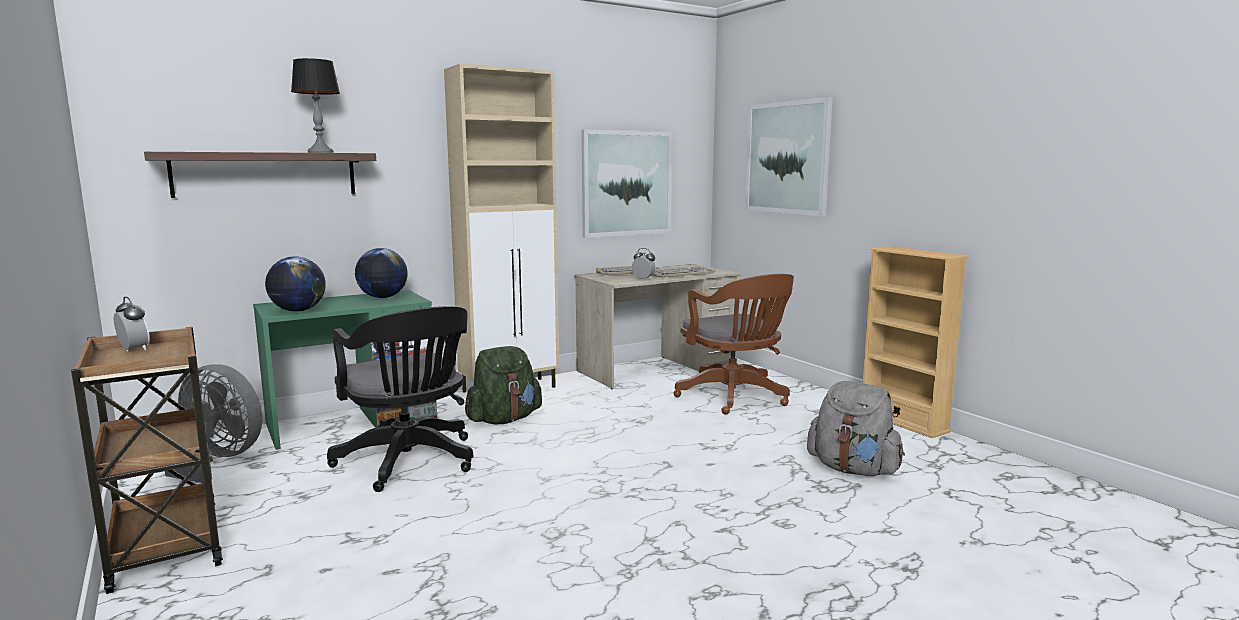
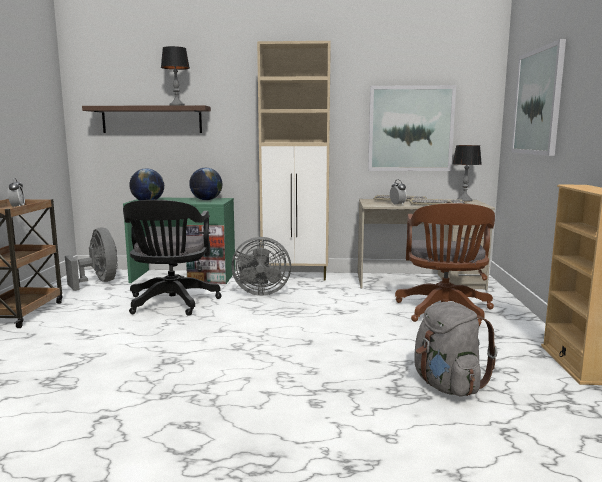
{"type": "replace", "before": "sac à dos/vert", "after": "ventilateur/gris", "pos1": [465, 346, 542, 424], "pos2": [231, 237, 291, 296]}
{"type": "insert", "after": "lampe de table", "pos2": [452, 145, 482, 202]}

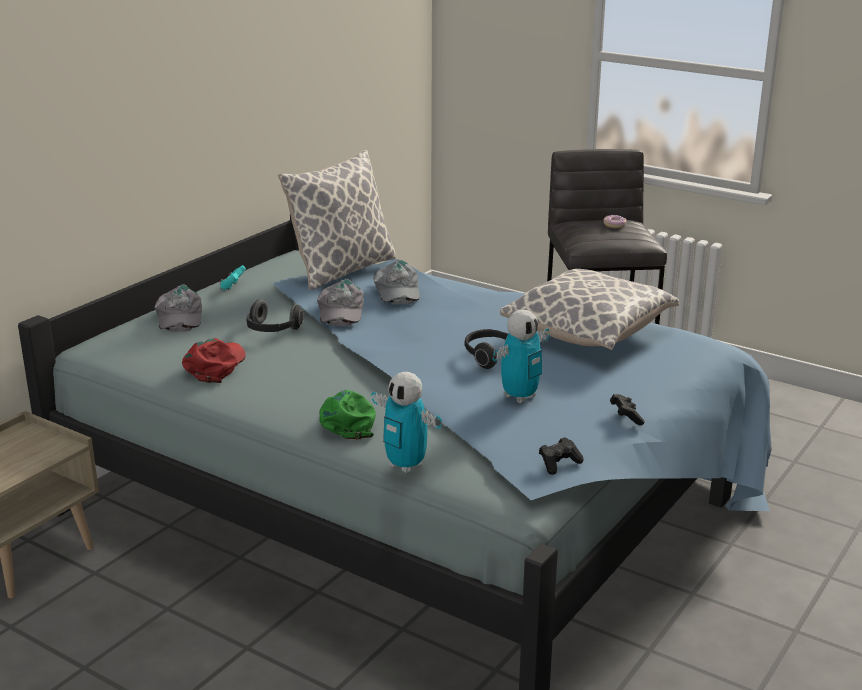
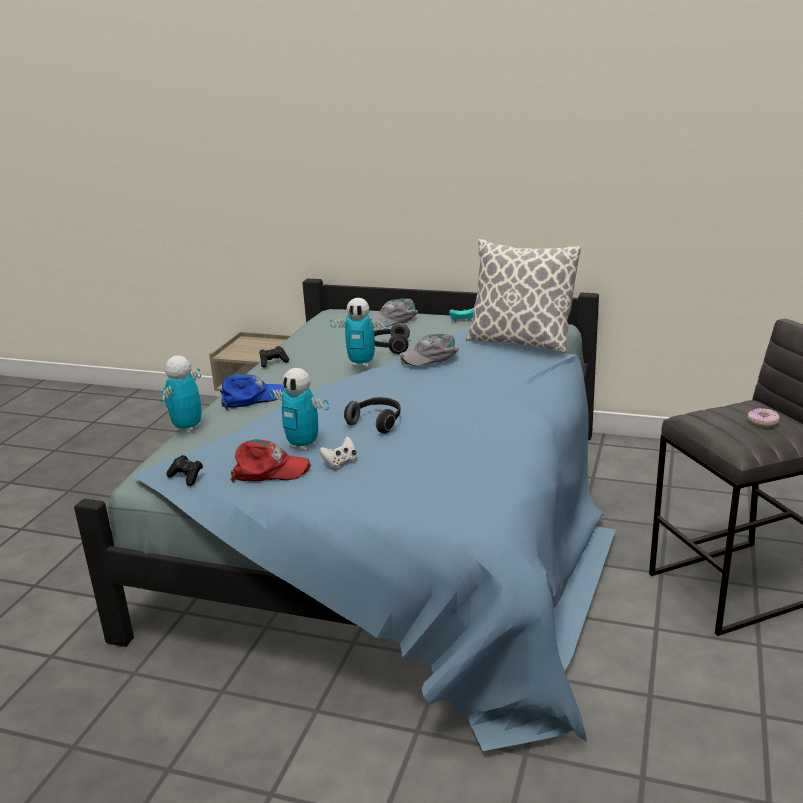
{"type": "move", "before": "casquette/rouge", "pos1": [182, 338, 245, 383], "pos2": [231, 439, 311, 483]}
{"type": "recolor", "before": "casquette/vert", "after": "casquette/bleu", "pos1": [319, 390, 376, 440], "pos2": [220, 373, 284, 410]}
{"type": "delete", "before": "casquette/gris", "pos1": [373, 260, 420, 304]}
{"type": "delete", "before": "coussin", "pos1": [500, 269, 679, 350]}
{"type": "move", "before": "manette/noir", "pos1": [610, 394, 645, 425], "pos2": [259, 346, 289, 367]}
{"type": "insert", "after": "manette/blanc", "pos2": [319, 436, 357, 469]}
{"type": "insert", "after": "robot jouet", "pos2": [330, 298, 389, 367]}

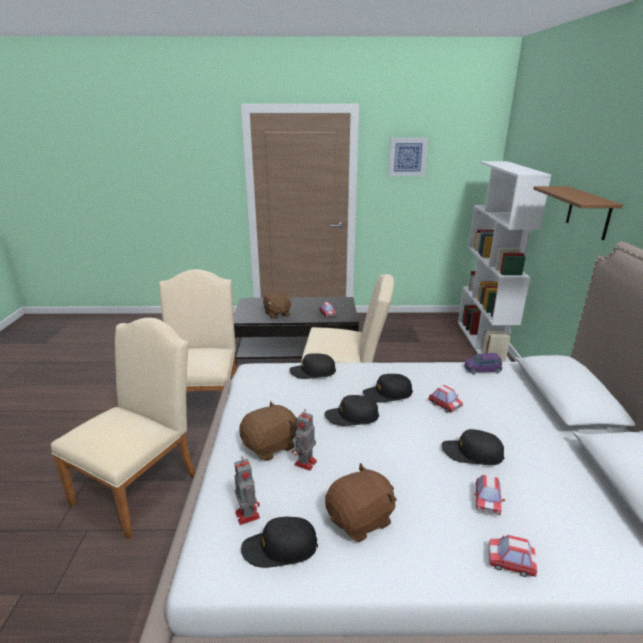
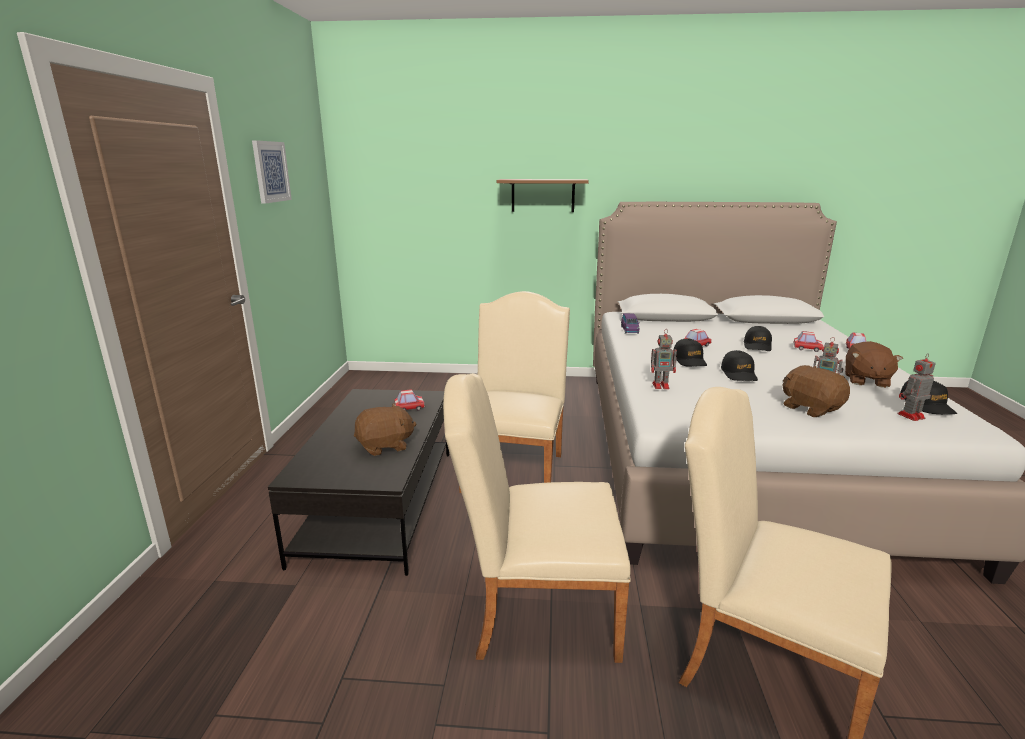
{"type": "replace", "before": "casquette/noir", "after": "robot jouet", "pos1": [289, 353, 336, 379], "pos2": [651, 329, 677, 389]}
{"type": "rotate", "before": "peluche/marron", "pos1": [325, 463, 397, 542], "pos2": [845, 341, 903, 388], "turn": -135}
{"type": "delete", "before": "bibliothèque/blanc", "pos1": [458, 161, 551, 362]}

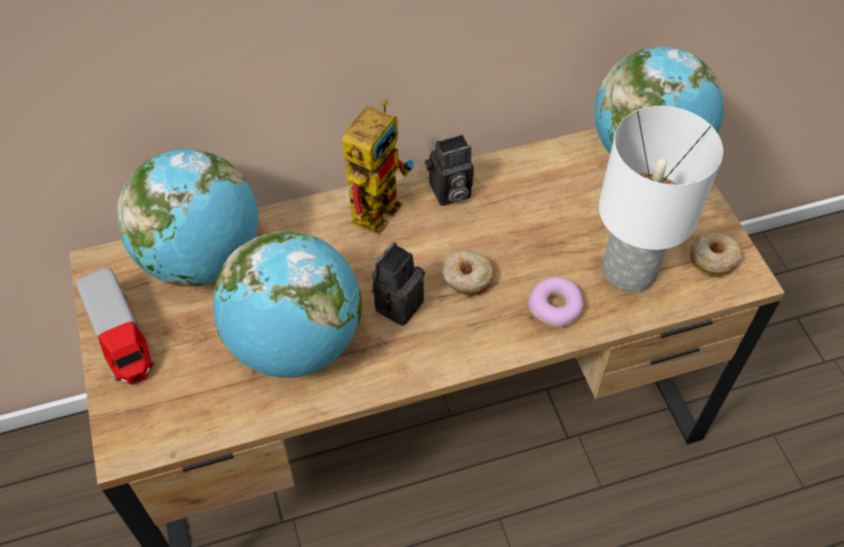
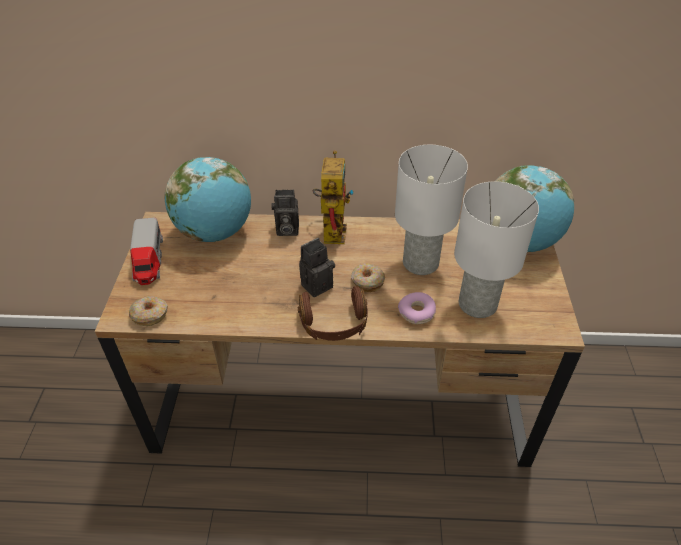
{"type": "delete", "before": "globe", "pos1": [213, 231, 362, 378]}
{"type": "rotate", "before": "robot jouet", "pos1": [342, 99, 414, 235], "pos2": [313, 150, 353, 244], "turn": -45}
{"type": "move", "before": "appareil photo", "pos1": [425, 135, 474, 206], "pos2": [271, 189, 299, 236]}
{"type": "move", "before": "beignet", "pos1": [690, 233, 742, 276], "pos2": [129, 296, 167, 326]}
{"type": "insert", "after": "casque audio/marron", "pos2": [298, 286, 368, 341]}
{"type": "insert", "after": "lampe de table/blanc", "pos2": [395, 145, 468, 275]}

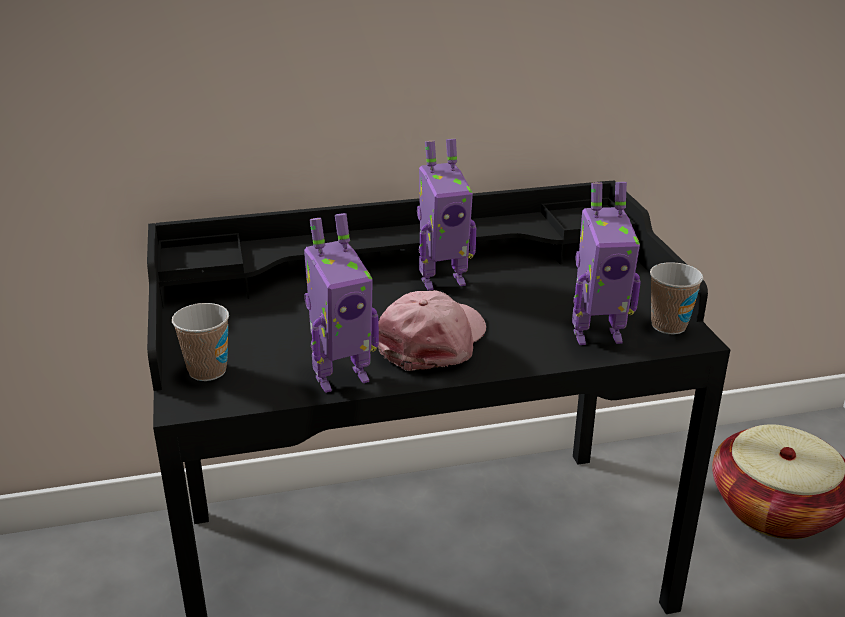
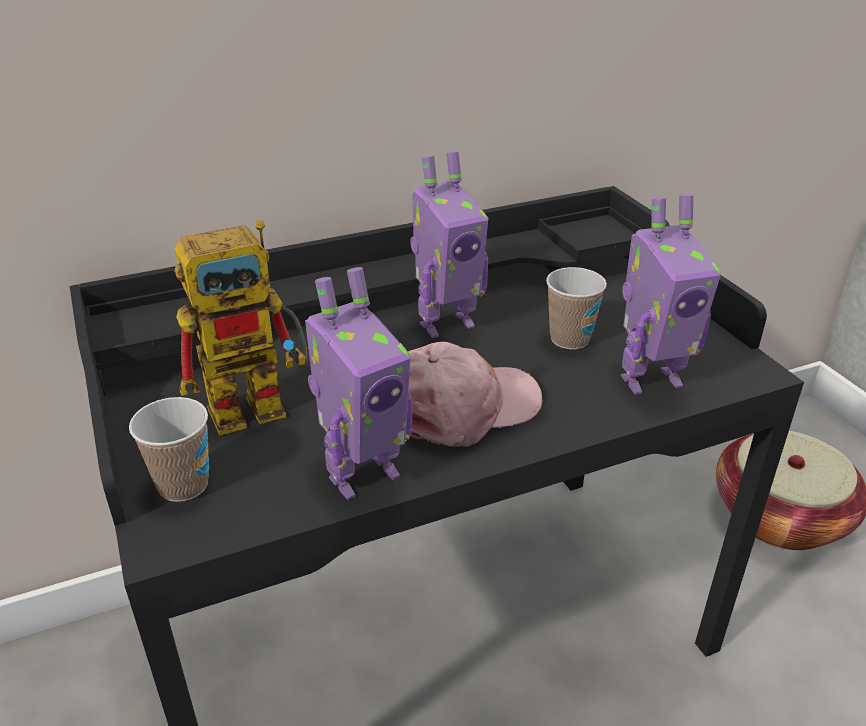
{"type": "rotate", "before": "casquette/rose", "pos1": [378, 290, 486, 371], "pos2": [408, 342, 542, 447], "turn": 45}
{"type": "move", "before": "tasse", "pos1": [650, 262, 703, 335], "pos2": [546, 267, 607, 350]}
{"type": "insert", "after": "robot jouet", "pos2": [174, 220, 308, 436]}

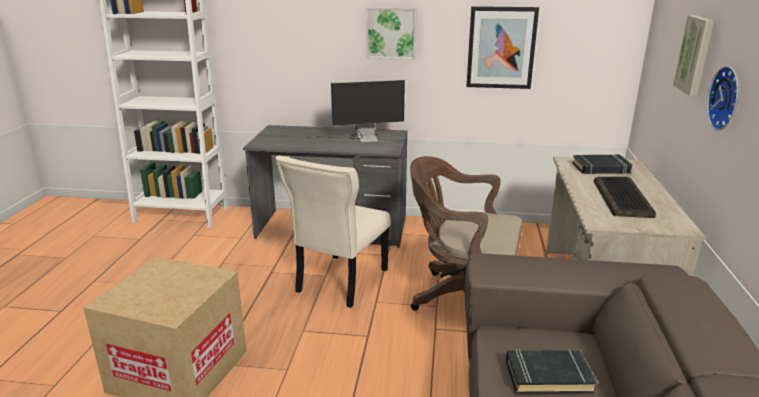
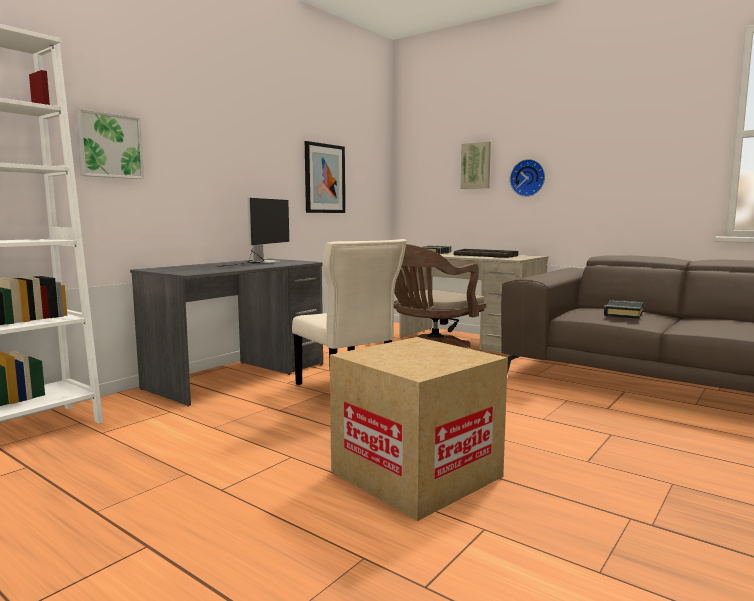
{"type": "move", "before": "tableau", "pos1": [366, 7, 416, 59], "pos2": [75, 109, 144, 179]}

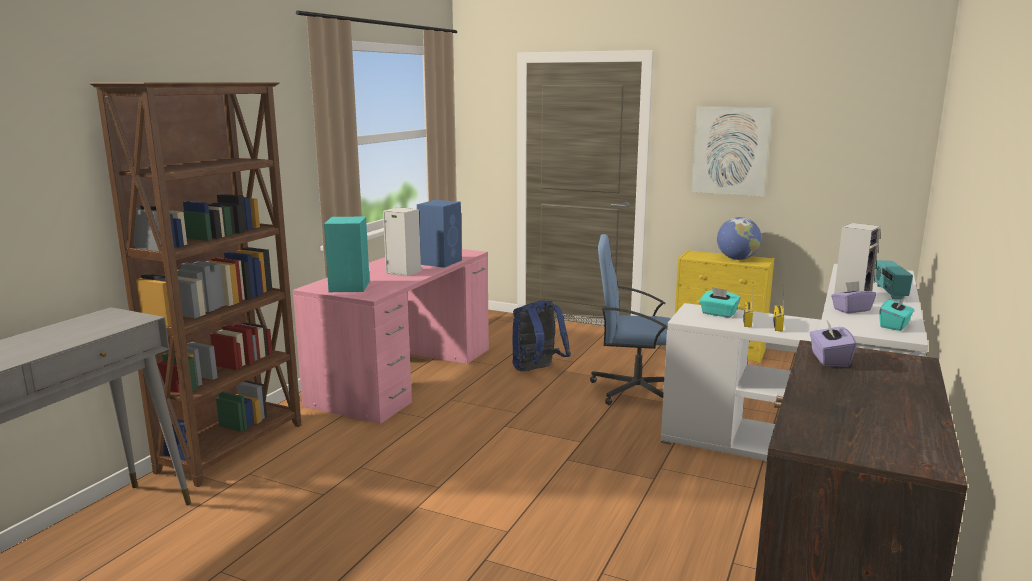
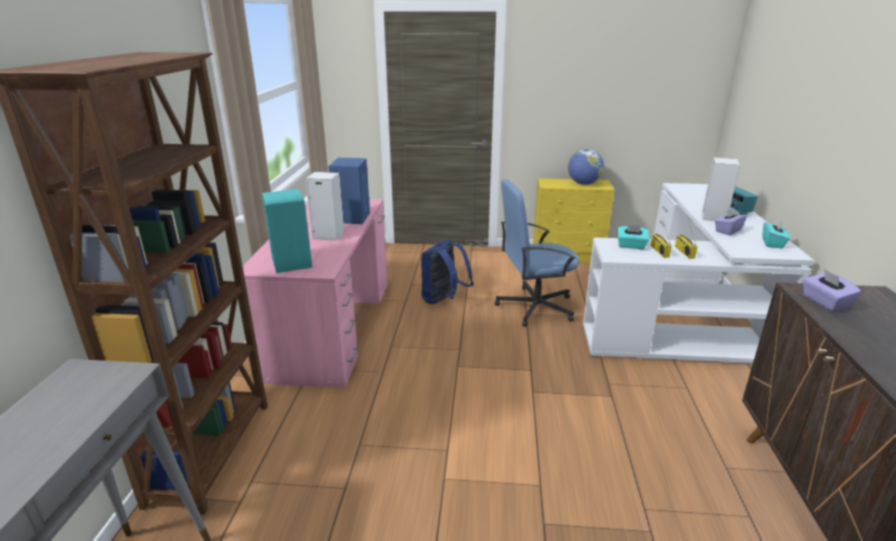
{"type": "delete", "before": "tableau", "pos1": [691, 107, 772, 196]}

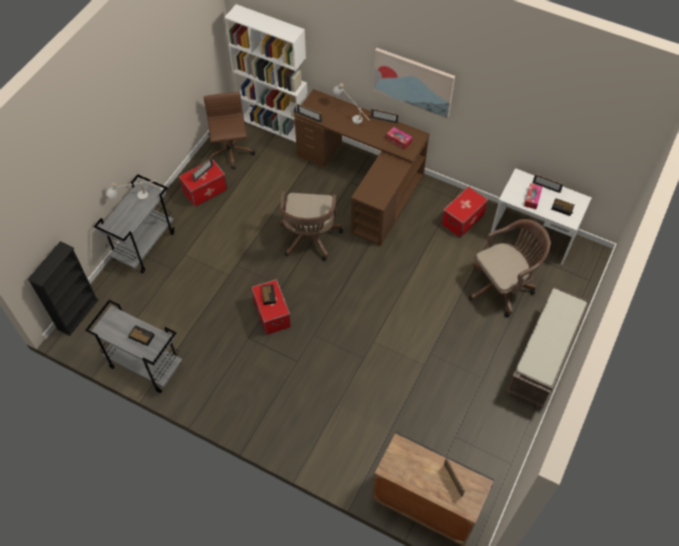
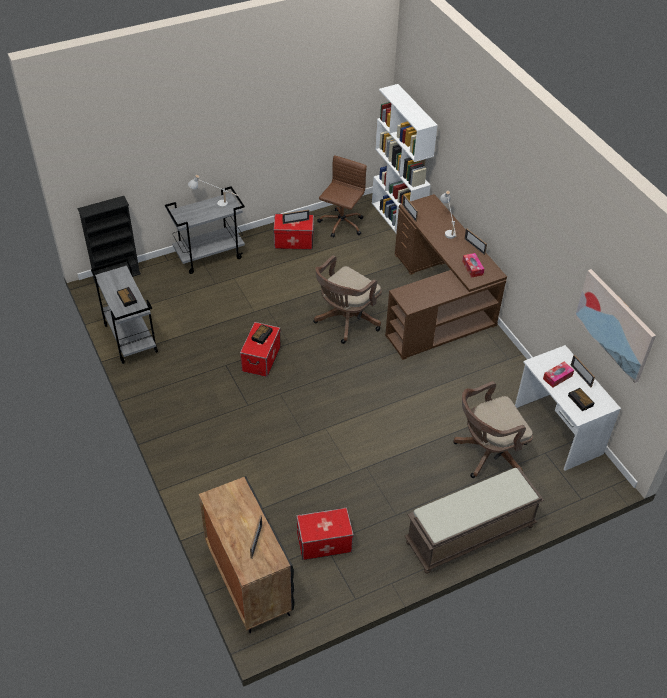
{"type": "move", "before": "tableau", "pos1": [373, 48, 455, 119], "pos2": [575, 269, 656, 383]}
{"type": "move", "before": "boîte de rangement", "pos1": [441, 186, 488, 238], "pos2": [296, 508, 354, 560]}
{"type": "rotate", "before": "chaise de bureau/marron", "pos1": [469, 219, 550, 317], "pos2": [453, 381, 533, 478], "turn": 150}

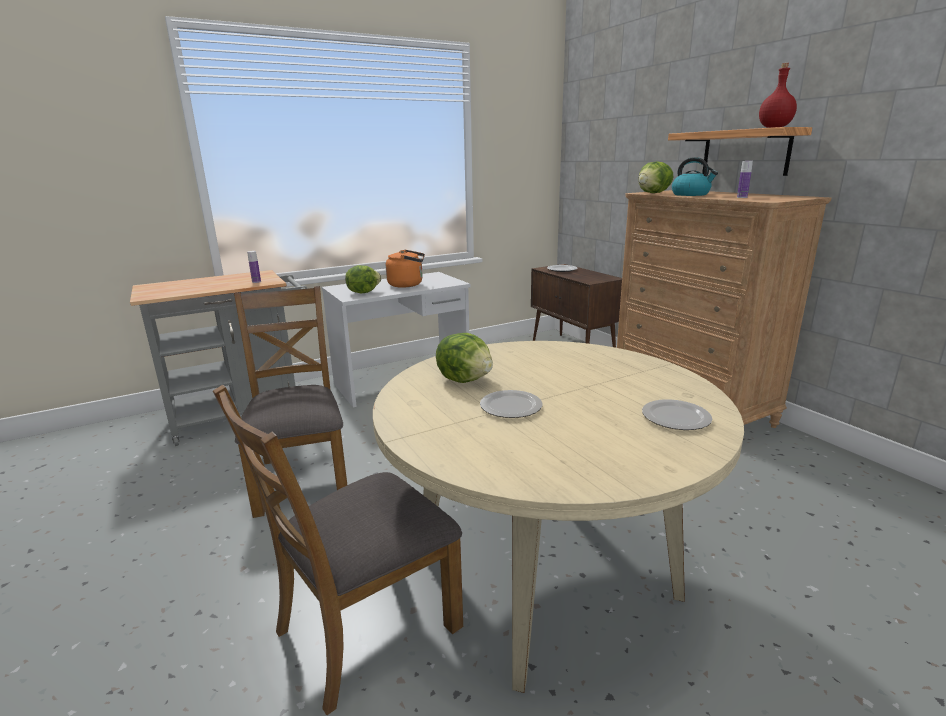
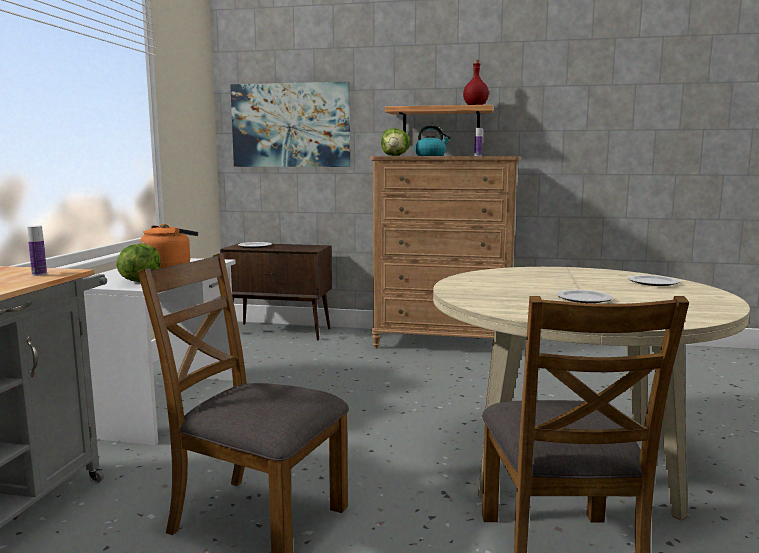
{"type": "delete", "before": "laitue", "pos1": [436, 333, 493, 383]}
{"type": "insert", "after": "tableau", "pos2": [230, 82, 350, 167]}

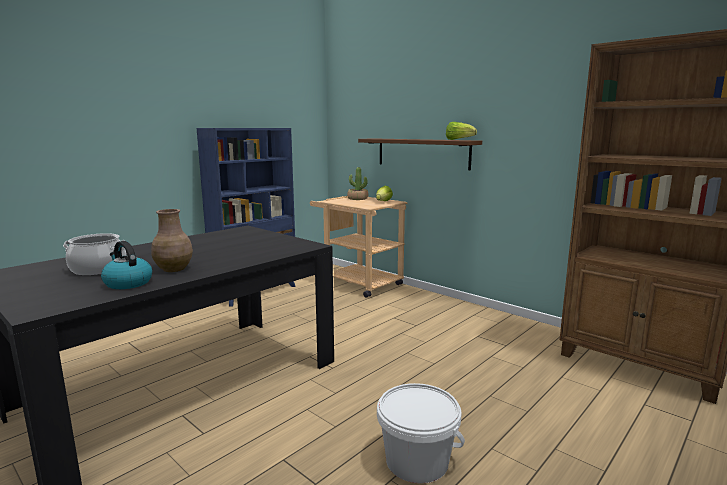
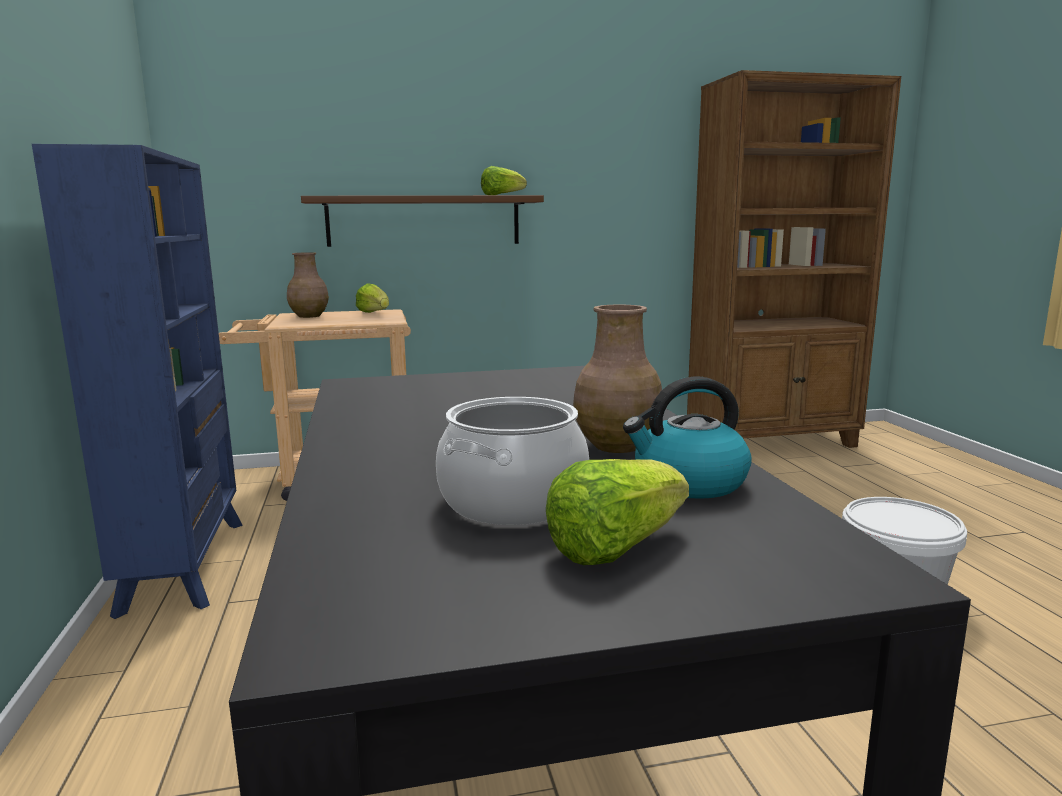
{"type": "replace", "before": "plante en pot", "after": "vase/marron", "pos1": [347, 167, 368, 200], "pos2": [287, 252, 329, 318]}
{"type": "insert", "after": "laitue", "pos2": [546, 459, 689, 565]}

